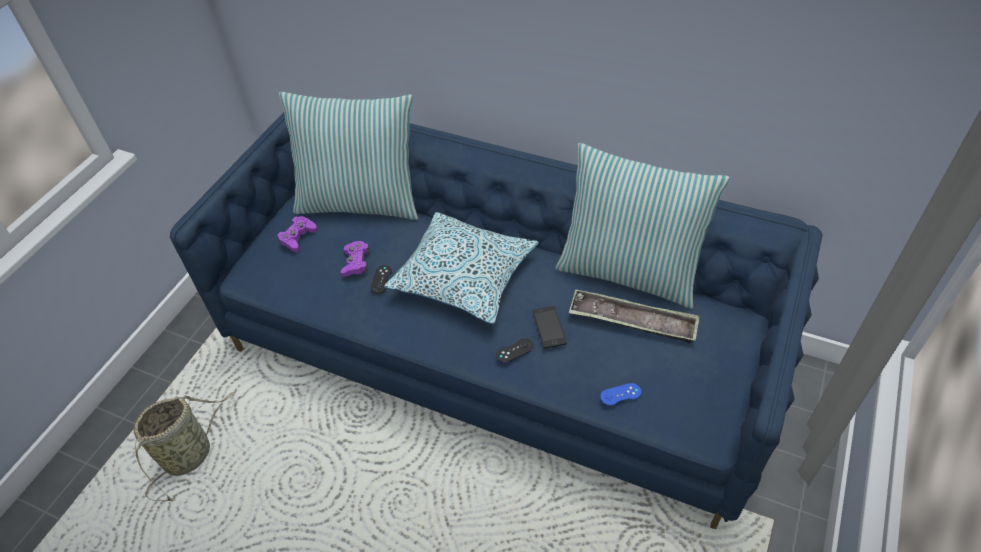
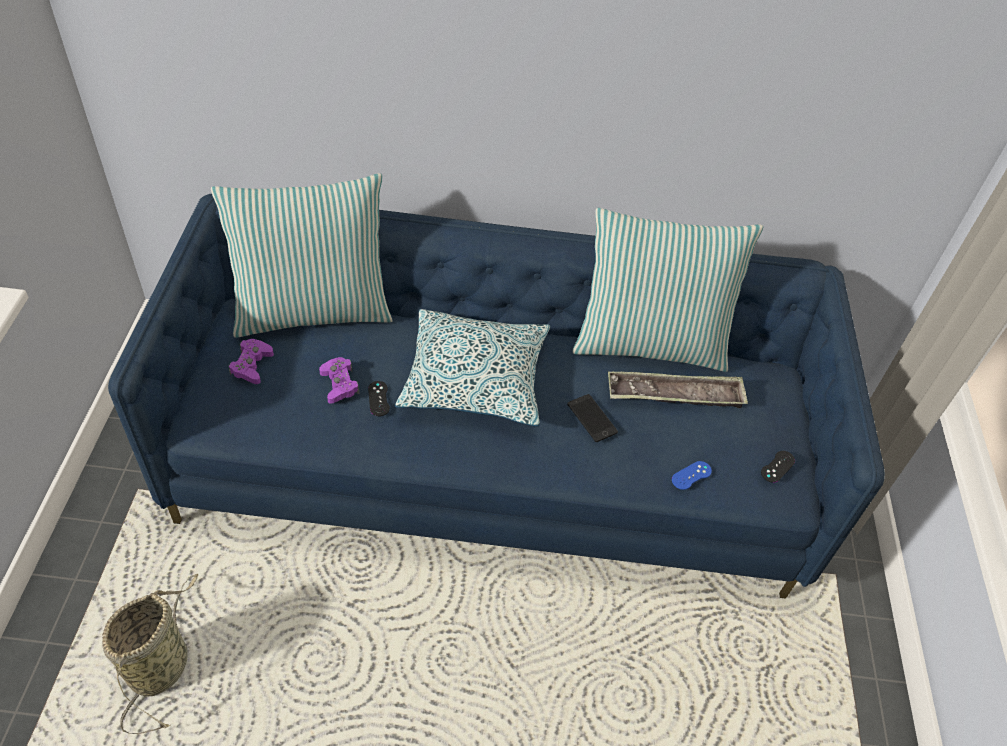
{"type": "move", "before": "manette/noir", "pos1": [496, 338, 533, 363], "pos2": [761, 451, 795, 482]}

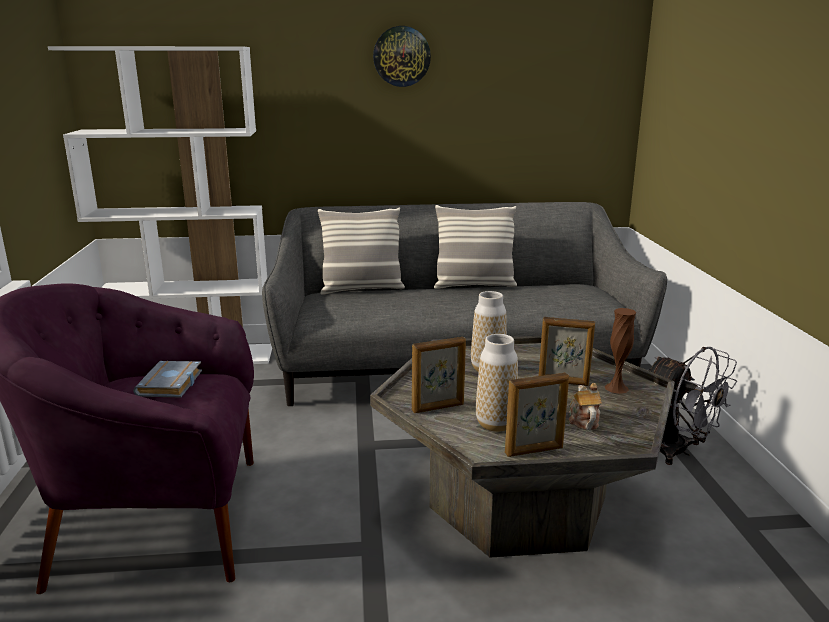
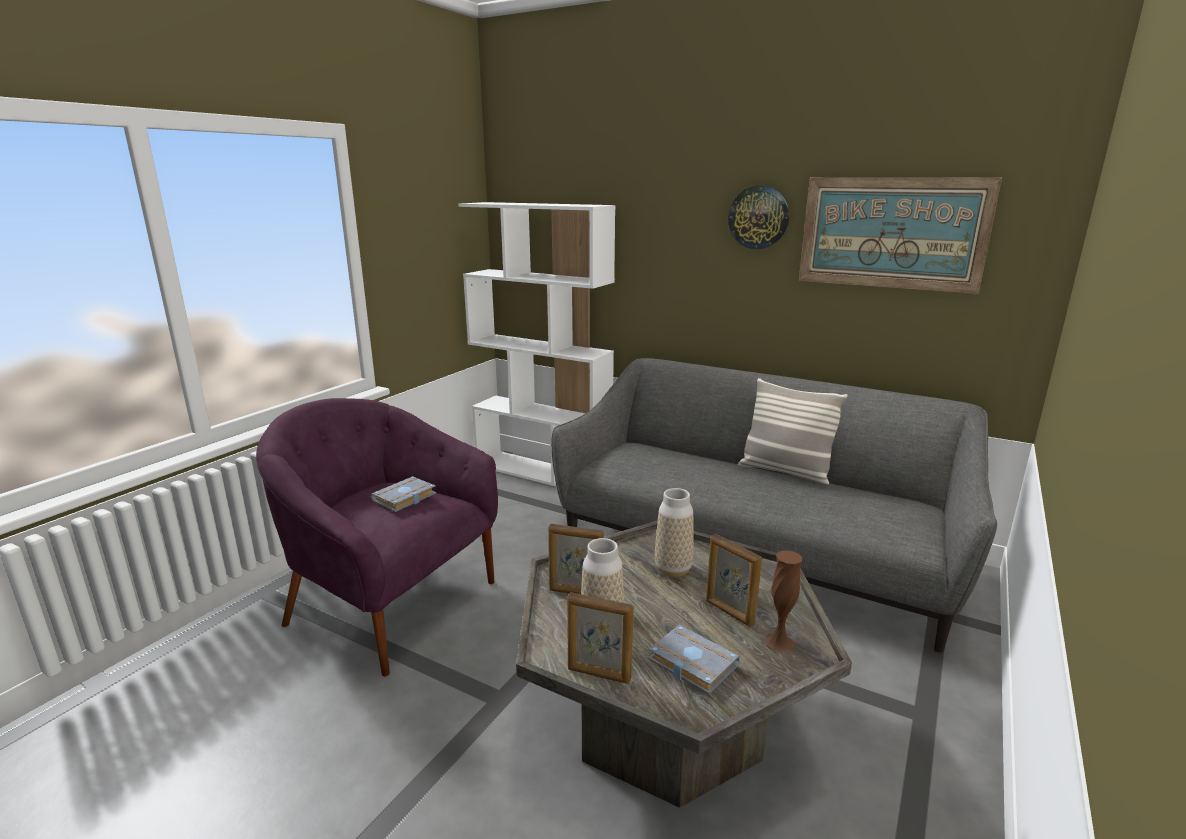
{"type": "delete", "before": "coussin", "pos1": [318, 208, 405, 295]}
{"type": "replace", "before": "théière", "after": "livre/gris", "pos1": [569, 383, 602, 430], "pos2": [648, 625, 740, 695]}
{"type": "delete", "before": "ventilateur/gris", "pos1": [648, 347, 737, 465]}
{"type": "insert", "after": "tableau", "pos2": [799, 177, 1002, 294]}

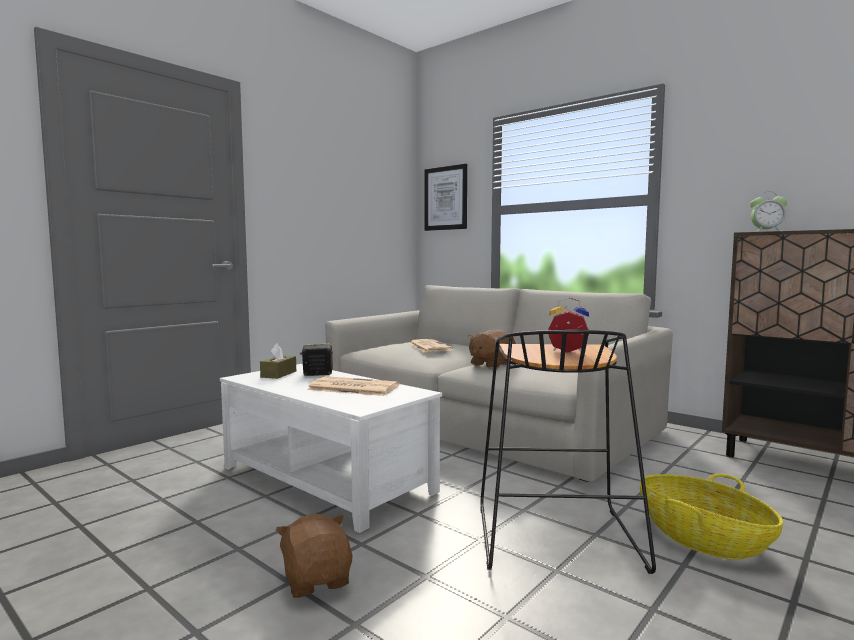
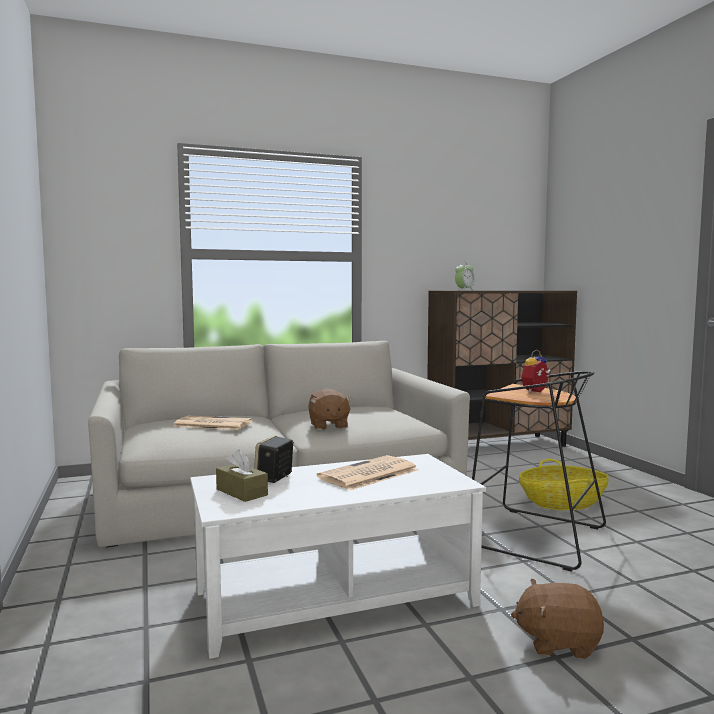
{"type": "delete", "before": "tableau", "pos1": [424, 164, 467, 231]}

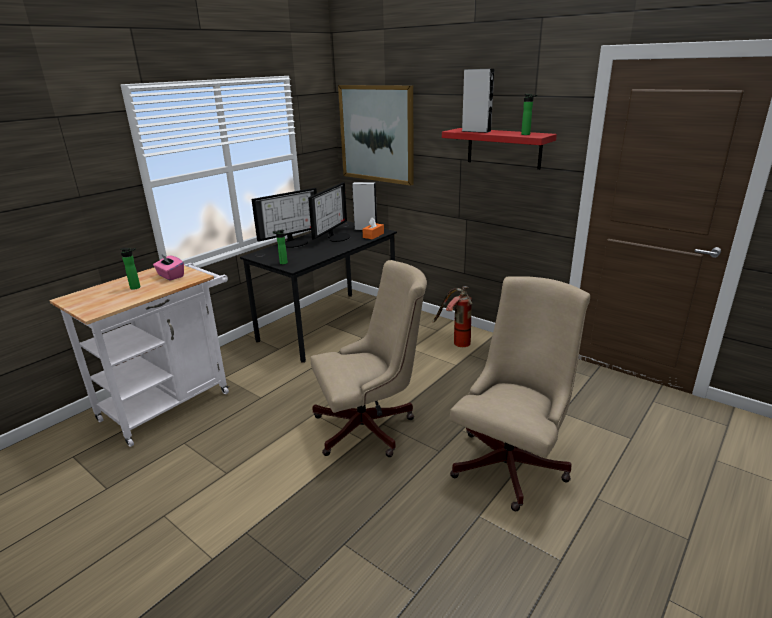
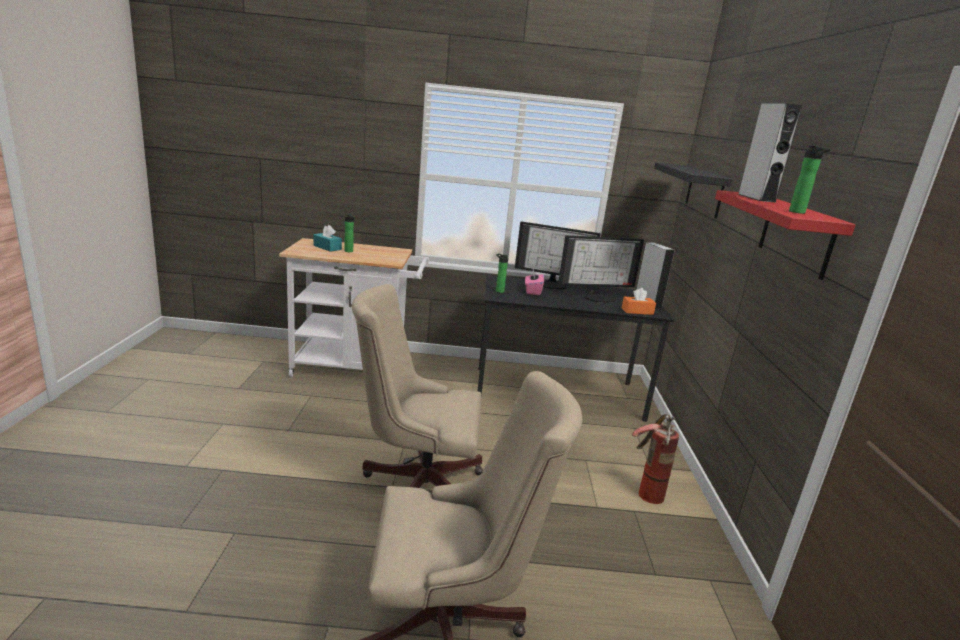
{"type": "move", "before": "boîte à mouchoirs/rose", "pos1": [153, 253, 184, 281], "pos2": [525, 269, 544, 295]}
{"type": "rotate", "before": "chaise de bureau/beige", "pos1": [311, 260, 427, 457], "pos2": [352, 284, 483, 488], "turn": 150}
{"type": "replace", "before": "tableau", "after": "étagère/noir", "pos1": [338, 85, 414, 186], "pos2": [654, 162, 733, 218]}
{"type": "insert", "after": "boîte à mouchoirs/turquoise", "pos2": [313, 225, 342, 252]}

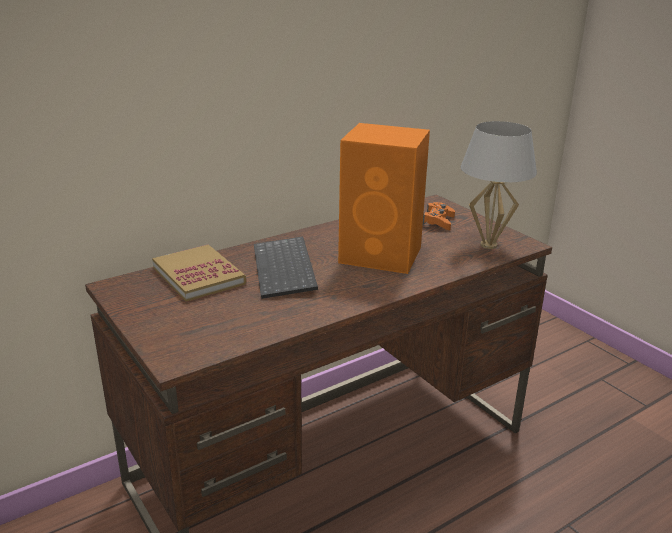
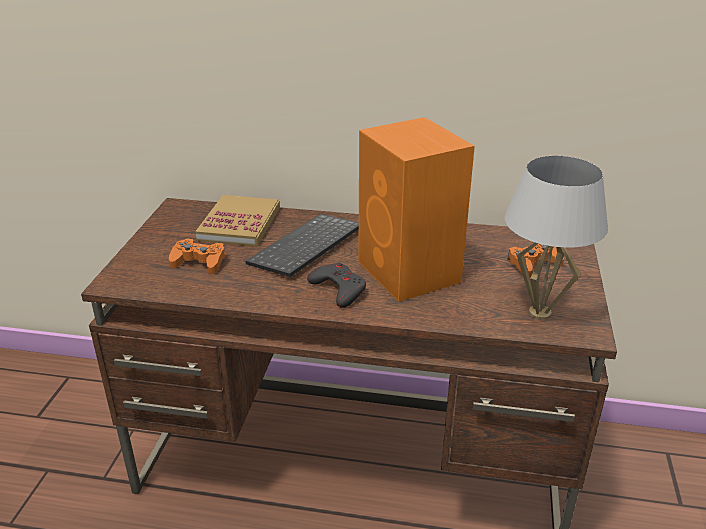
{"type": "insert", "after": "manette/orange", "pos2": [169, 238, 225, 275]}
{"type": "insert", "after": "manette/gris", "pos2": [307, 263, 366, 308]}

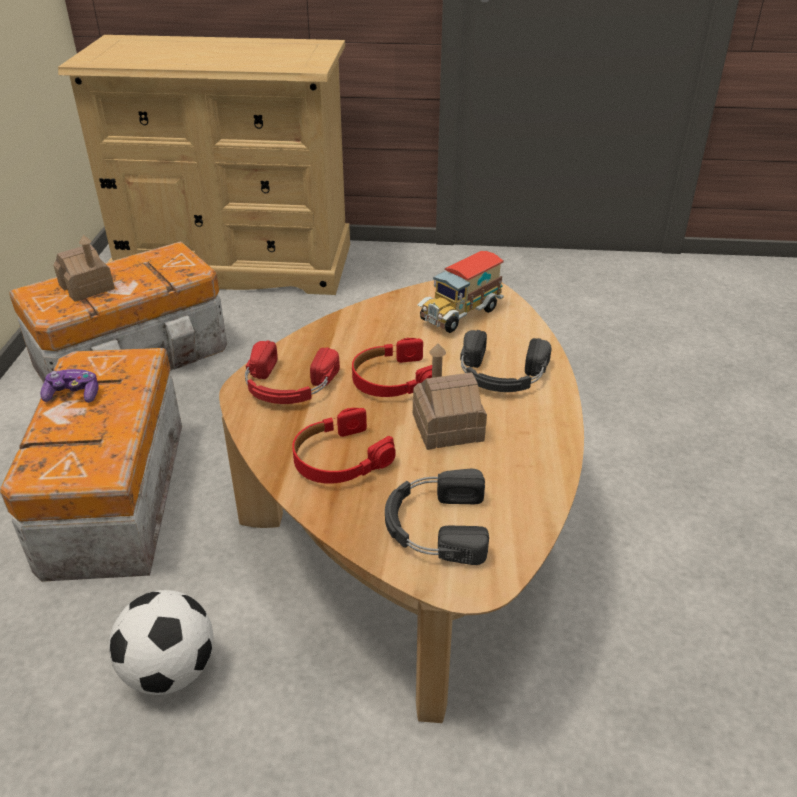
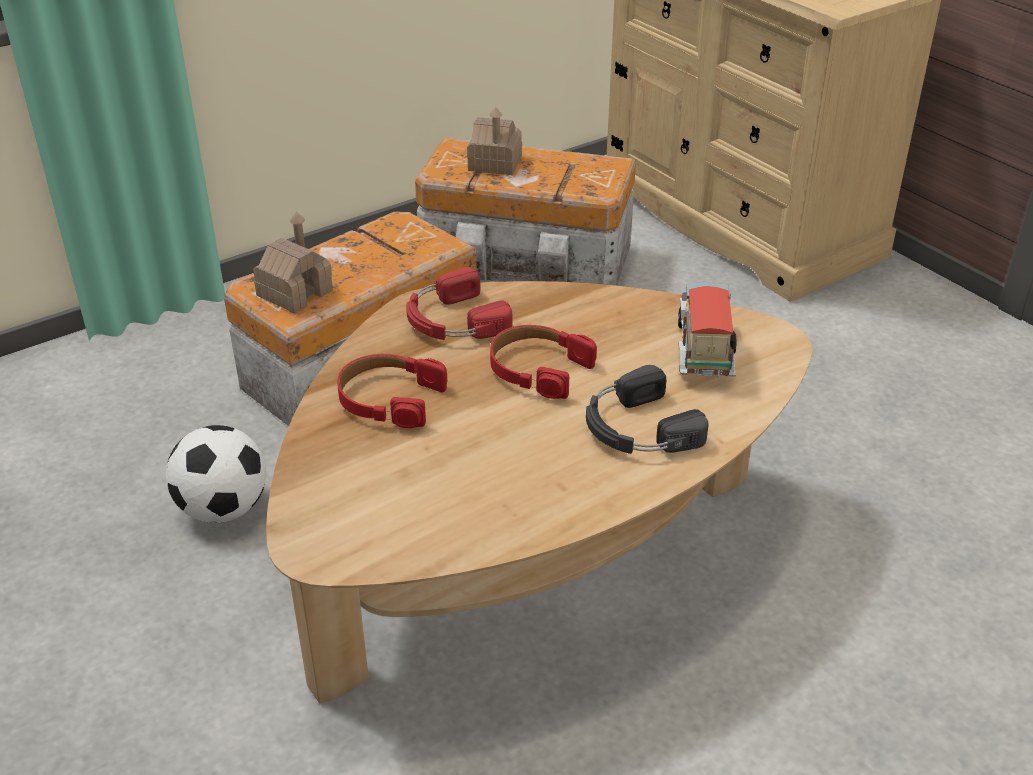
{"type": "delete", "before": "manette", "pos1": [40, 369, 98, 403]}
{"type": "delete", "before": "casque audio/noir", "pos1": [385, 469, 489, 565]}
{"type": "move", "before": "maison miniature", "pos1": [413, 343, 487, 450], "pos2": [253, 211, 333, 314]}
{"type": "rotate", "before": "camion jouet", "pos1": [417, 251, 504, 333], "pos2": [678, 281, 736, 377], "turn": 90}

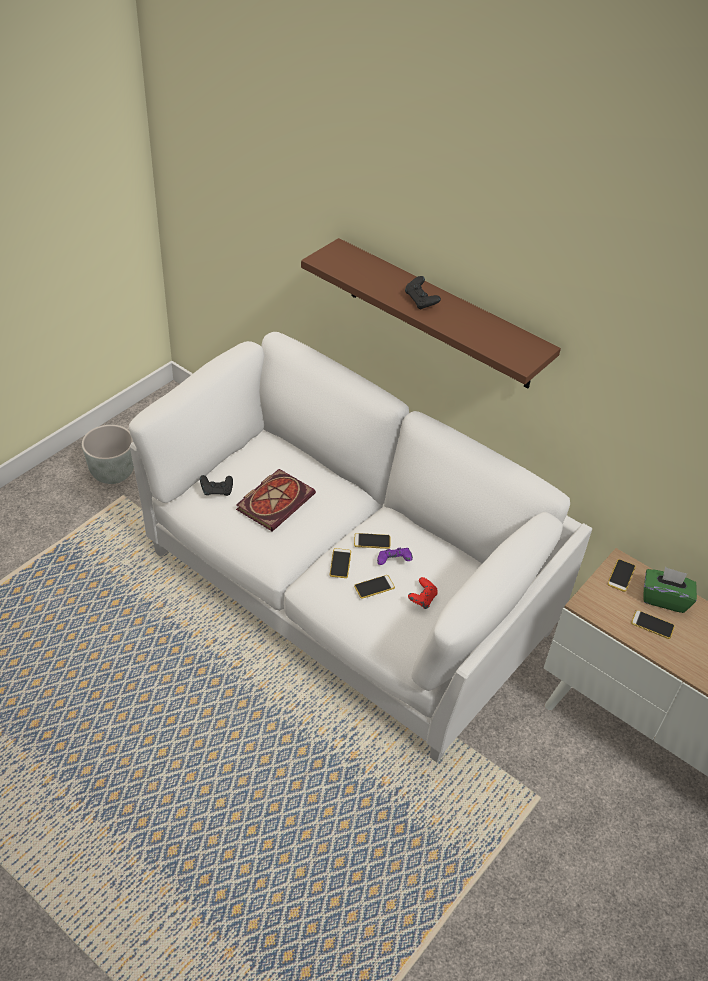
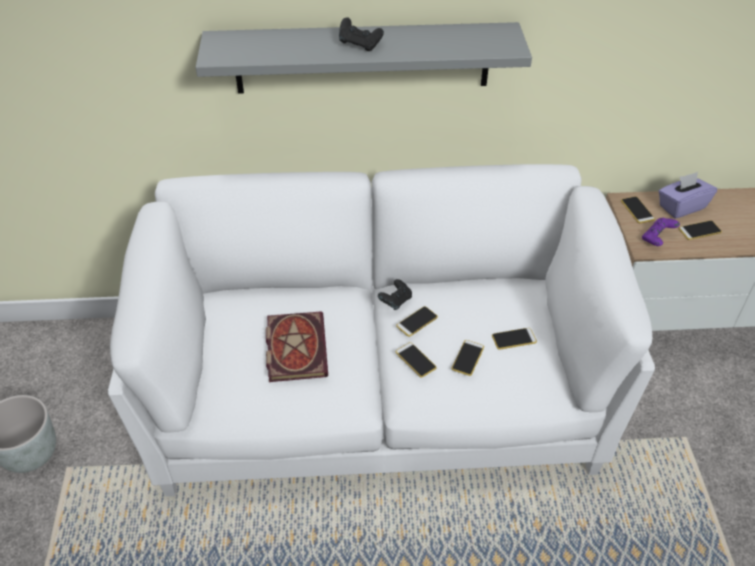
{"type": "move", "before": "manette/noir", "pos1": [200, 475, 233, 496], "pos2": [378, 279, 412, 310]}
{"type": "recolor", "before": "étagère/marron", "after": "étagère/gris", "pos1": [301, 238, 561, 388], "pos2": [196, 22, 532, 94]}
{"type": "move", "before": "manette/violet", "pos1": [377, 548, 413, 565], "pos2": [642, 218, 680, 246]}
{"type": "replace", "before": "manette/rouge", "after": "téléphone", "pos1": [408, 577, 438, 609], "pos2": [492, 328, 537, 350]}
{"type": "recolor", "before": "boîte à mouchoirs/vert", "after": "boîte à mouchoirs/violet", "pos1": [643, 567, 697, 613], "pos2": [659, 172, 717, 218]}

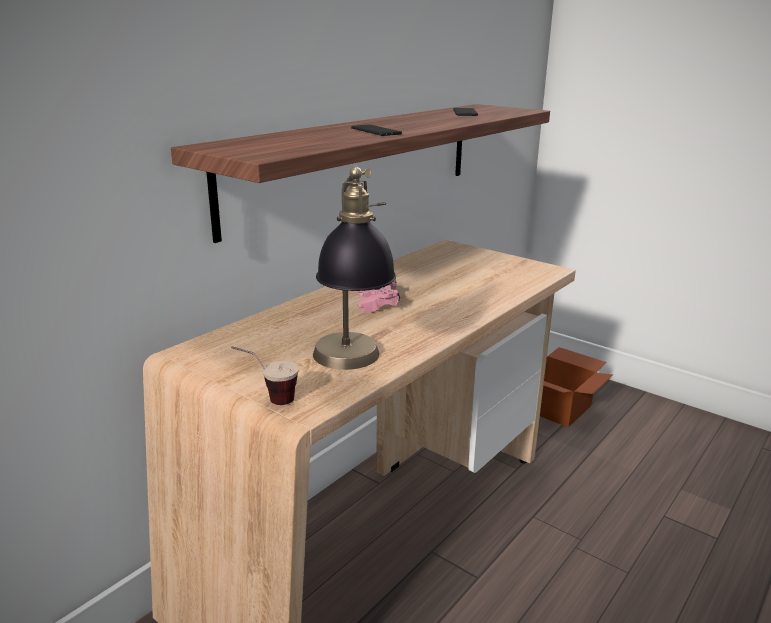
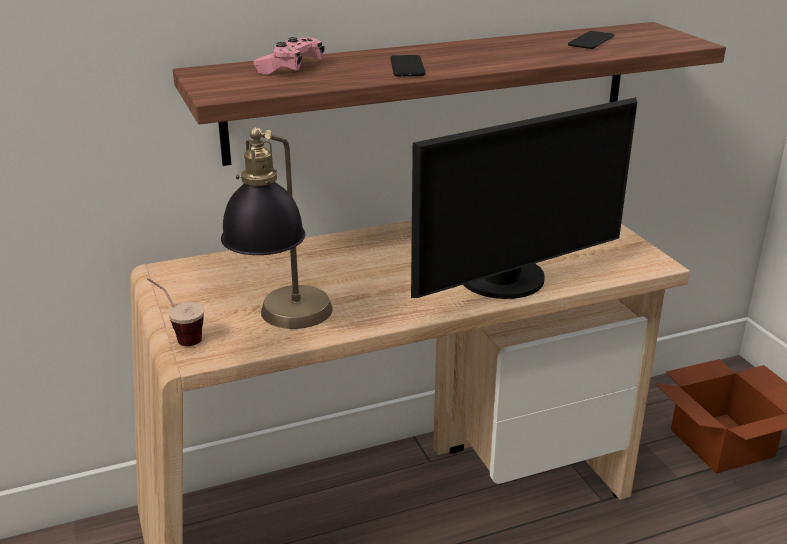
{"type": "move", "before": "manette/rose", "pos1": [357, 280, 400, 313], "pos2": [253, 37, 324, 75]}
{"type": "insert", "after": "écran d'ordinateur", "pos2": [411, 97, 637, 299]}

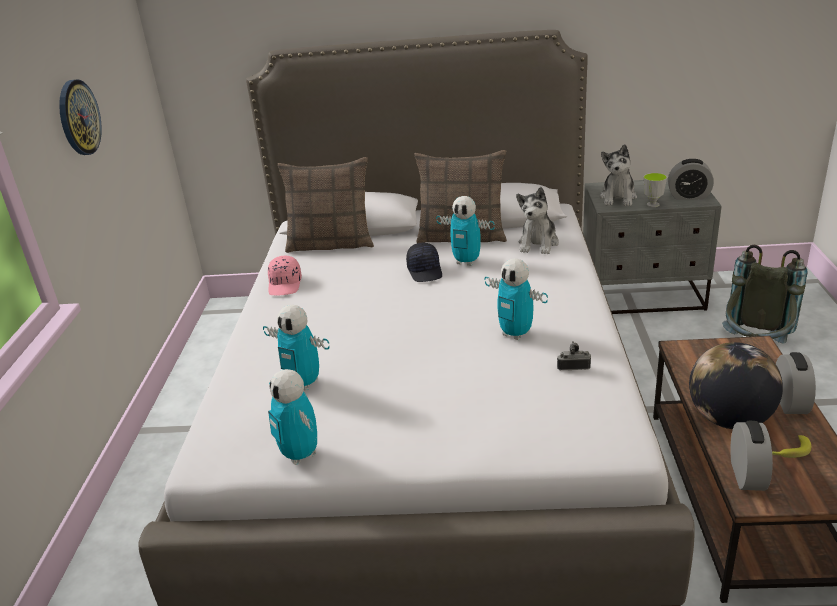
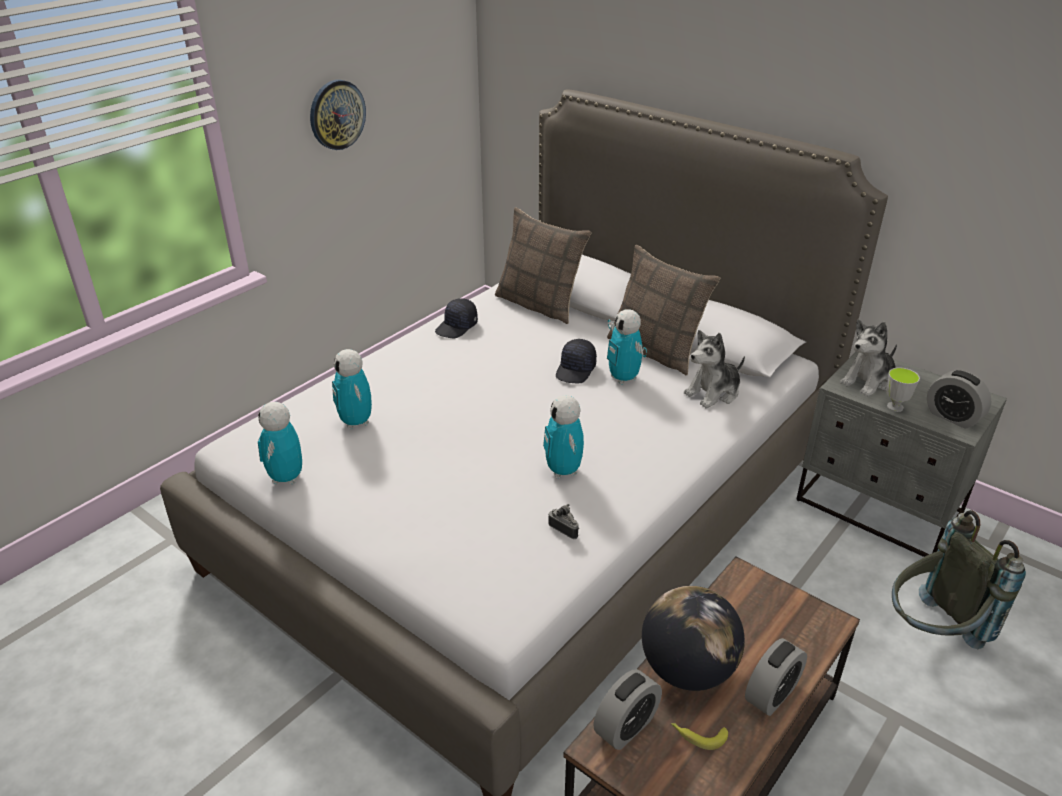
{"type": "recolor", "before": "casquette/rose", "after": "casquette/noir", "pos1": [268, 256, 302, 296], "pos2": [435, 298, 478, 338]}

